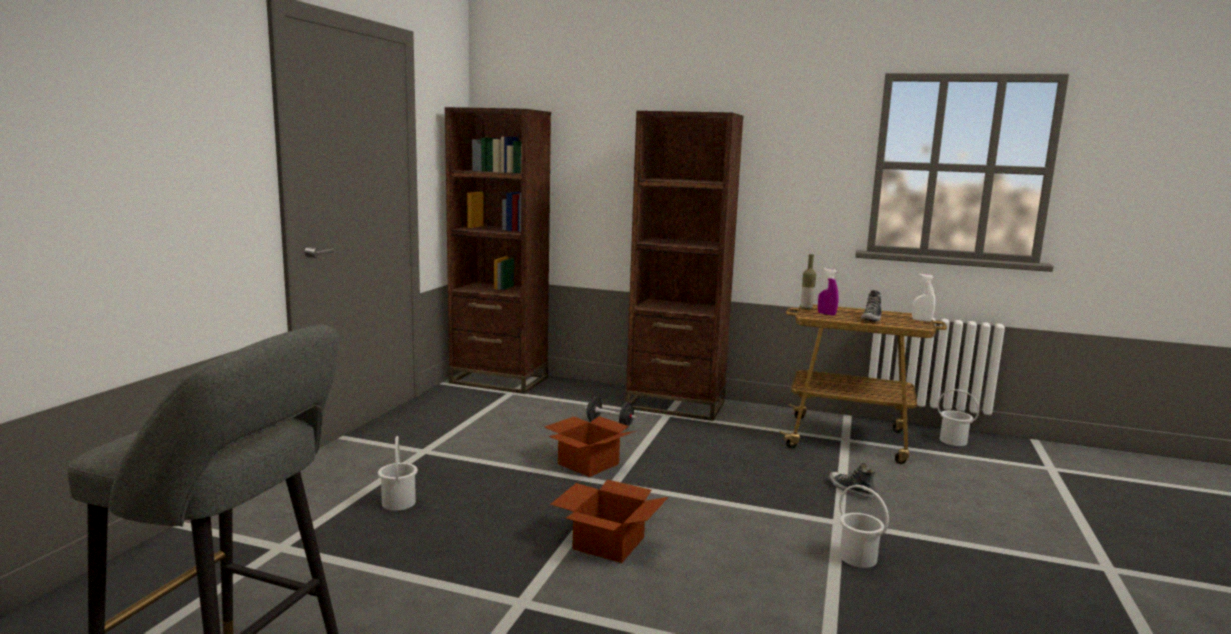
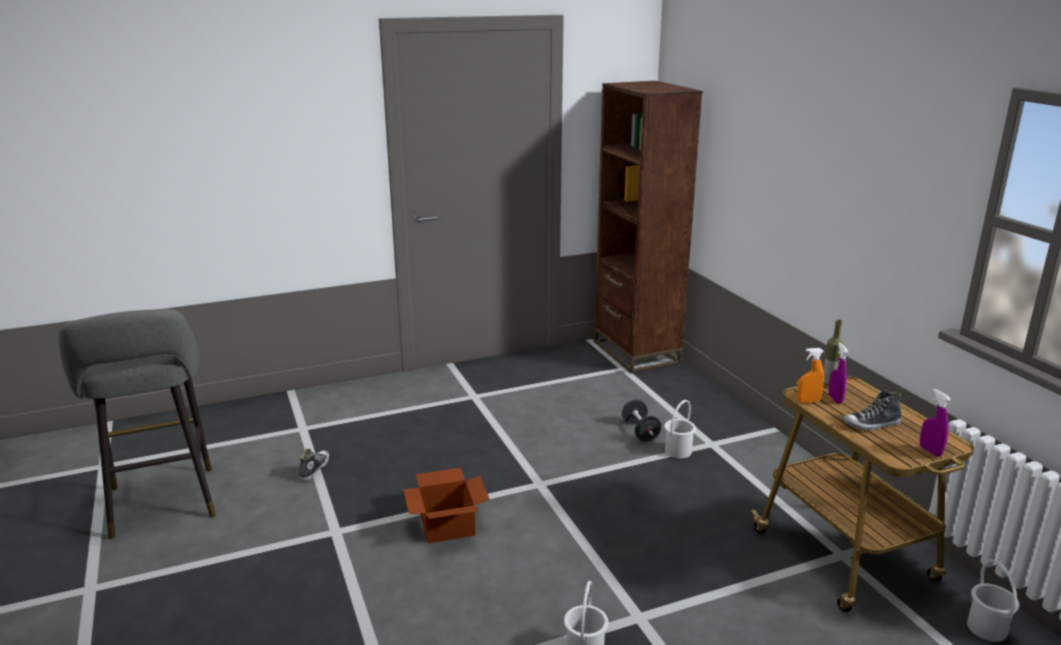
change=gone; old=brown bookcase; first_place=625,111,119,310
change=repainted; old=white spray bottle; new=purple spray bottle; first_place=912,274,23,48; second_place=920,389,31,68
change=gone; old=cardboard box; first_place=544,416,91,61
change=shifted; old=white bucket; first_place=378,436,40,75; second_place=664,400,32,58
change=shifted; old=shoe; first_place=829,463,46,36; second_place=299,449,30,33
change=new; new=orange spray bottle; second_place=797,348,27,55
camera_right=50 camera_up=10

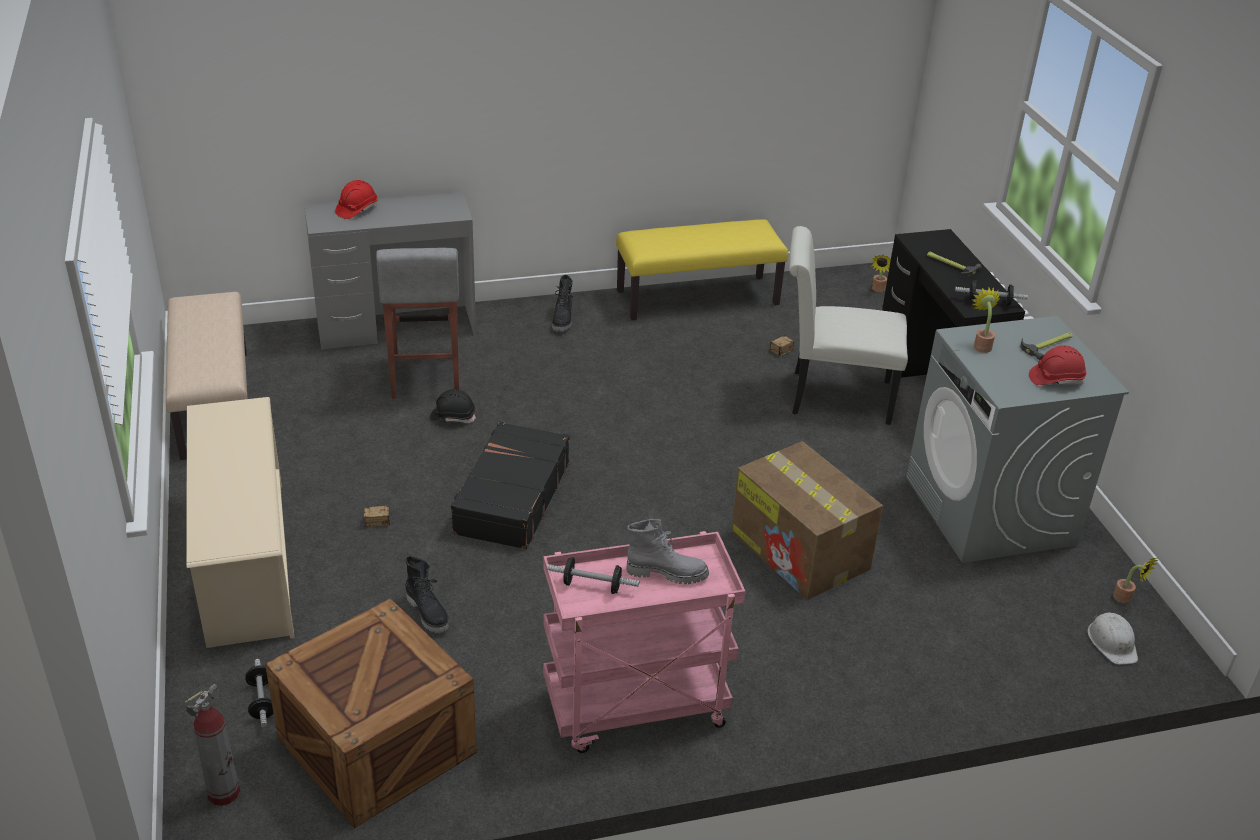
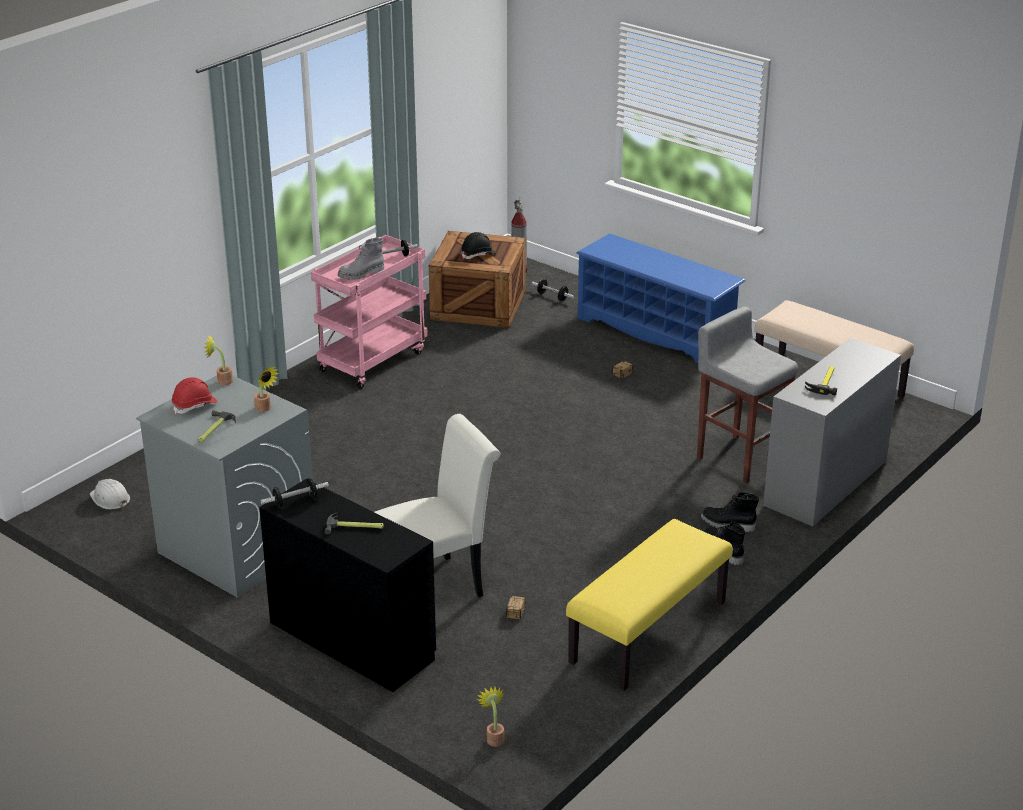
change=gone; old=red hard hat; first_place=335,180,43,39
change=shifted; old=black hard hat; first_place=430,389,46,34; second_place=461,232,35,27
change=repainted; old=beige shoe rack; new=blue shoe rack; first_place=186,397,108,251; second_place=576,234,169,129
change=gone; old=black suitcase; first_place=450,422,120,128
change=gone; old=cardboard box; first_place=731,441,152,159
change=shifted; old=black boot; first_place=405,556,44,77; second_place=701,492,58,40
change=shifted; old=potted plant; first_place=1113,558,45,45; second_place=204,335,29,50
change=new; new=hammer; second_place=805,366,32,30
camera_right=145 camera_up=-5

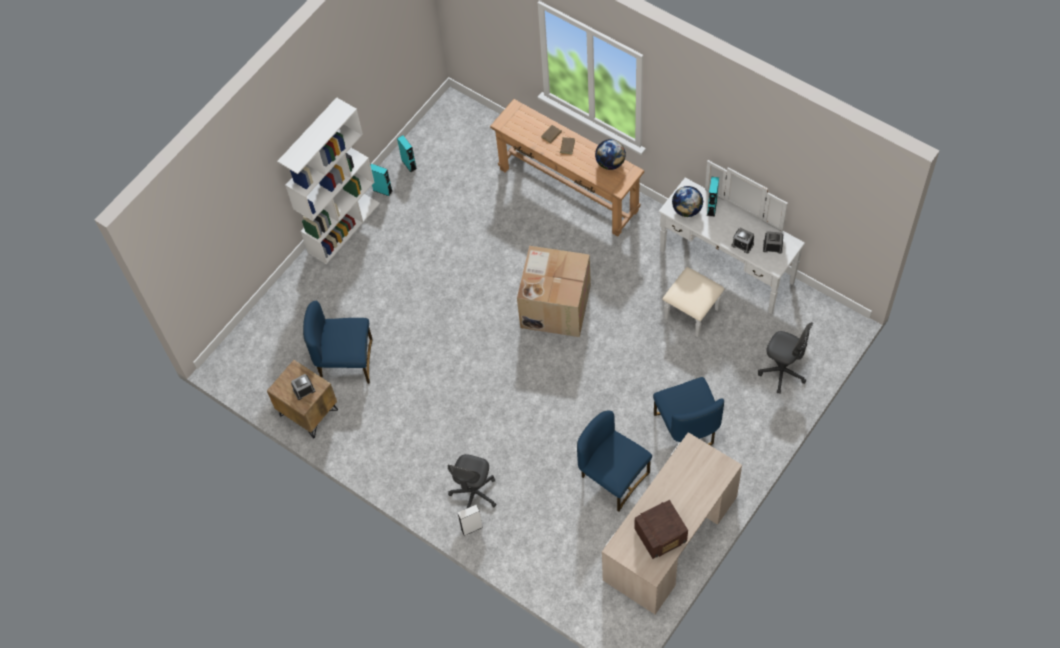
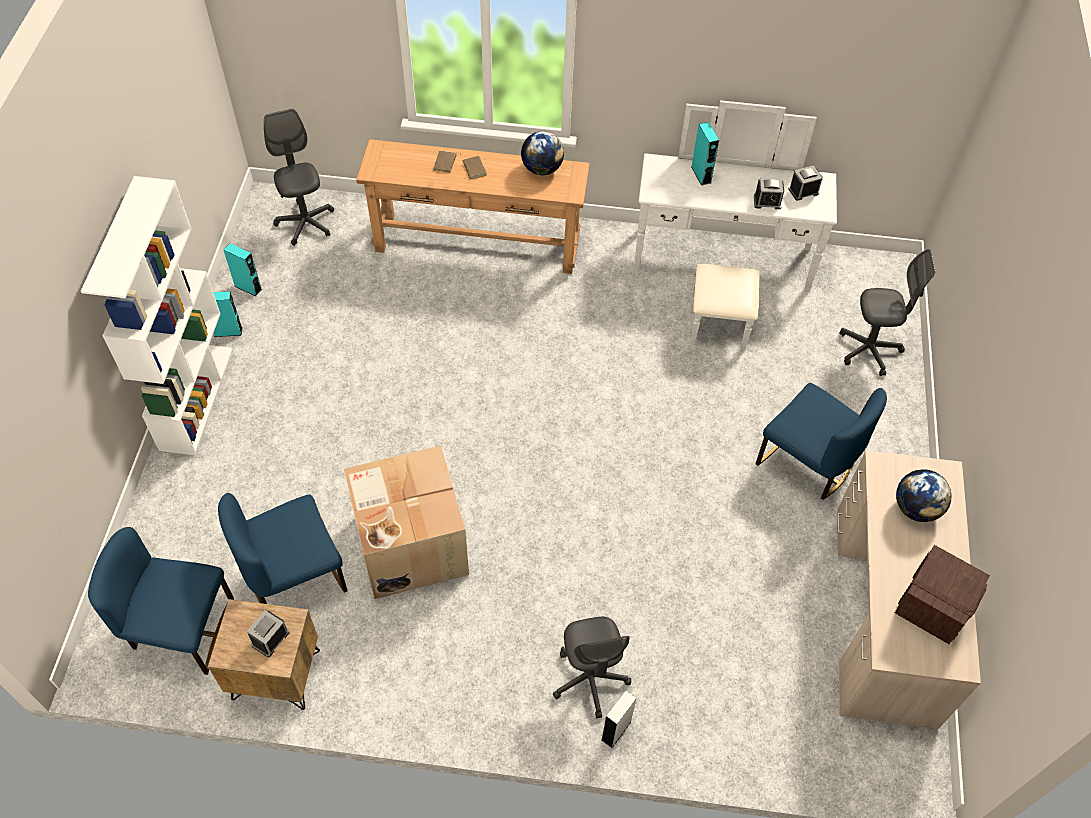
change=shifted; old=globe; first_place=672,186,31,31; second_place=896,469,55,53
change=shifted; old=cardboard box; first_place=517,246,74,91; second_place=344,446,125,153
change=shifted; old=blue chair; first_place=577,411,75,101; second_place=88,527,146,148
change=new; new=grey office chair; second_place=264,109,70,137
camera_right=-35 camera_up=-5

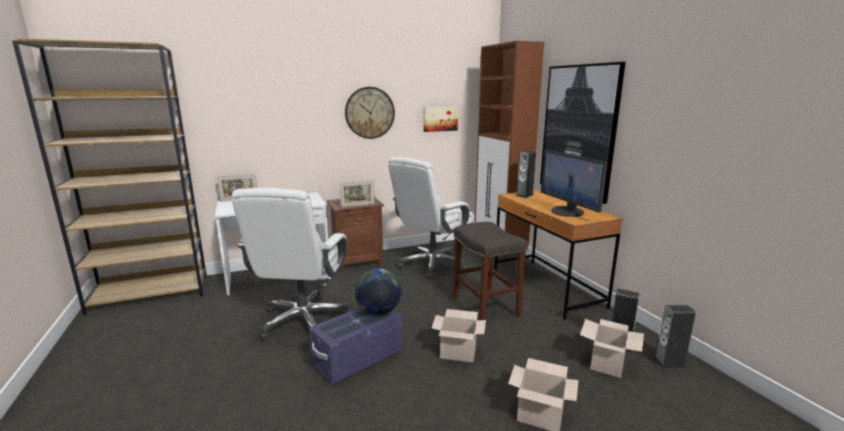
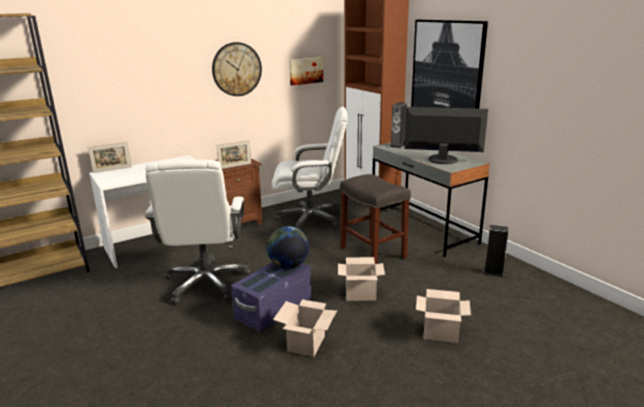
change=rotated; old=monitor; first_place=541,150,67,67; second_place=405,107,83,57; degrees=135
change=rotated; old=white office chair; first_place=388,157,86,122; second_place=272,106,75,124; degrees=-120
change=repainted; old=brown desk; new=grey desk; first_place=494,190,128,130; second_place=372,143,118,114
change=gone; old=speaker; first_place=653,305,43,64
change=shifted; old=cardboard box; first_place=580,319,64,59; second_place=273,299,64,58
camera_right=-10 camera_up=5

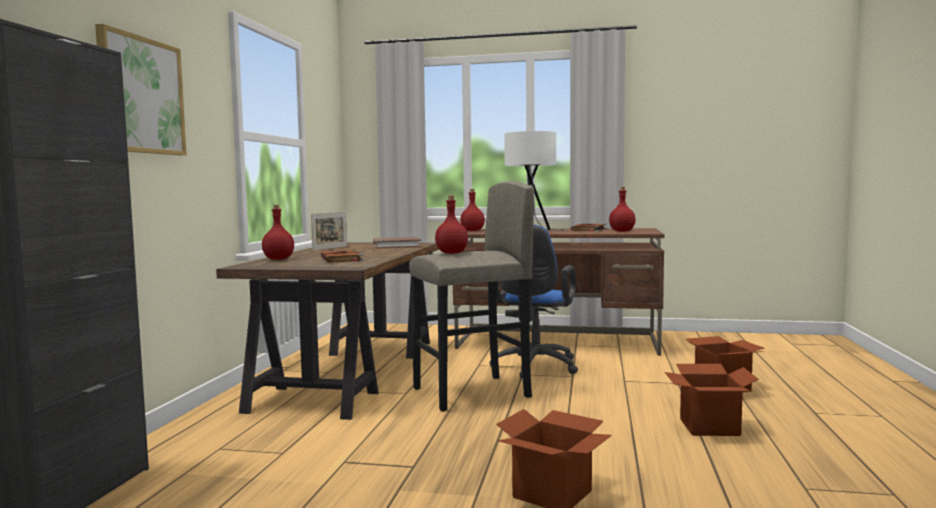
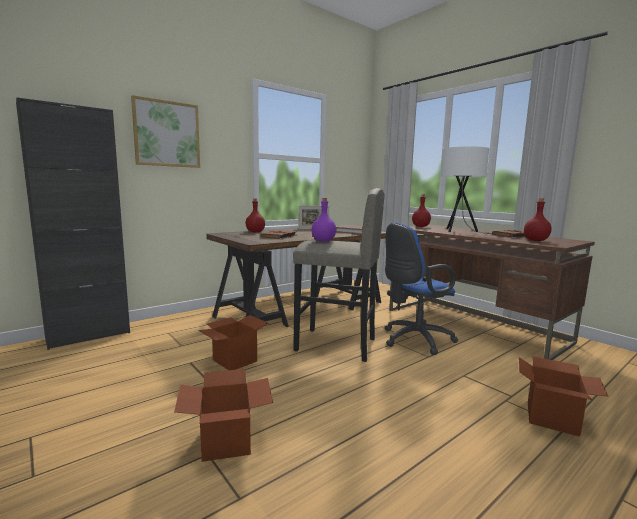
change=repainted; old=red bottle; new=purple bottle; first_place=435,195,33,59; second_place=312,198,24,44
change=shifted; old=cardboard box; first_place=665,364,94,72; second_place=198,315,70,55
camera_right=40 camera_up=5

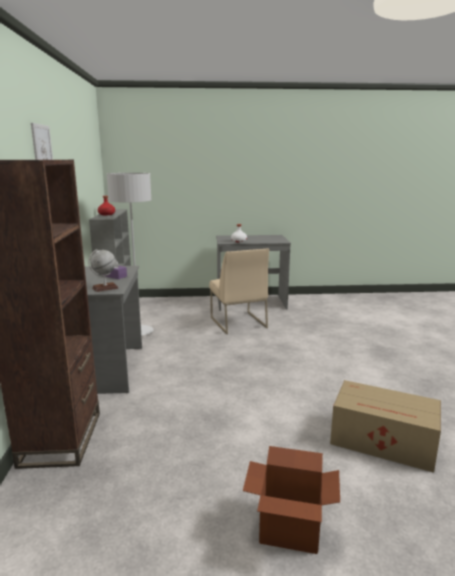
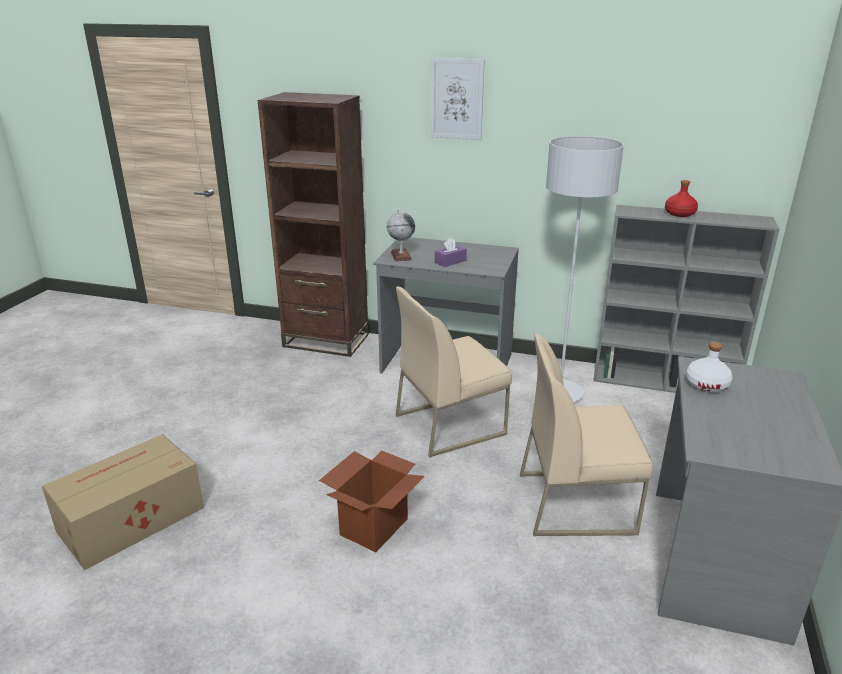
change=shifted; old=cardboard box; first_place=243,446,97,108; second_place=319,450,106,102
change=new; new=beige chair; second_place=396,287,116,170
camera_right=110 camera_up=10

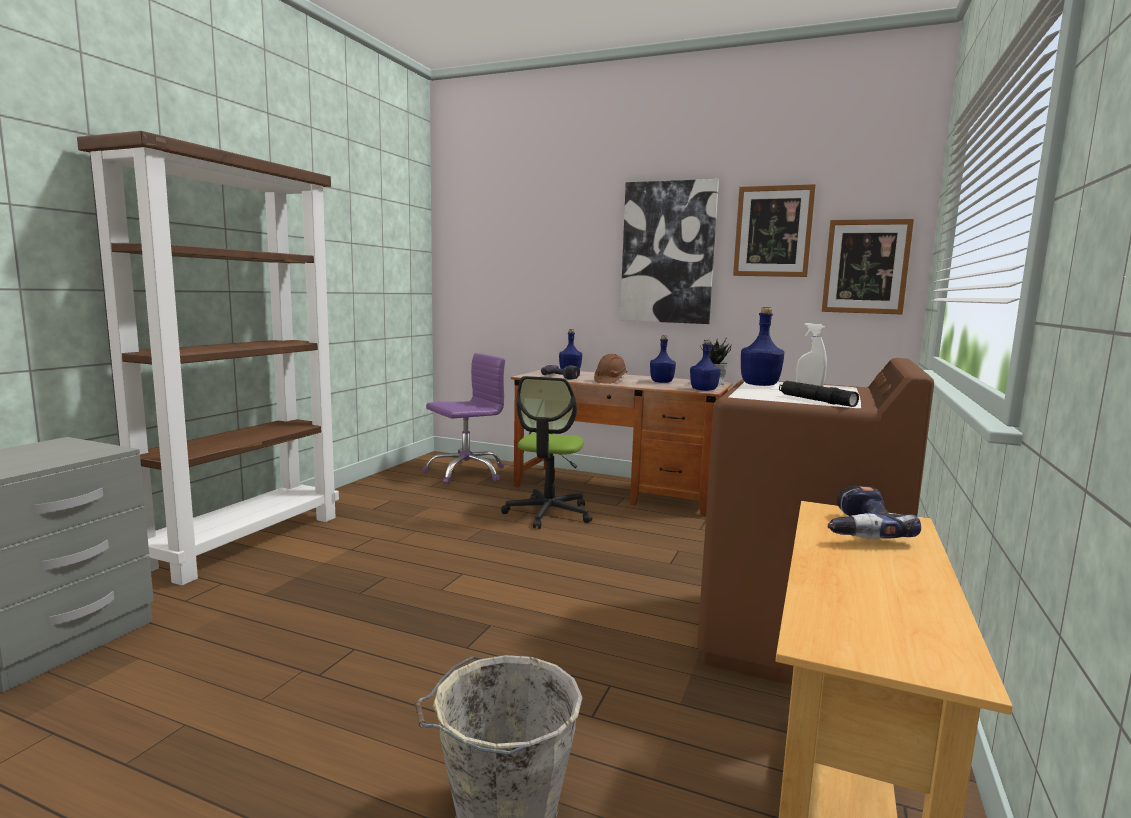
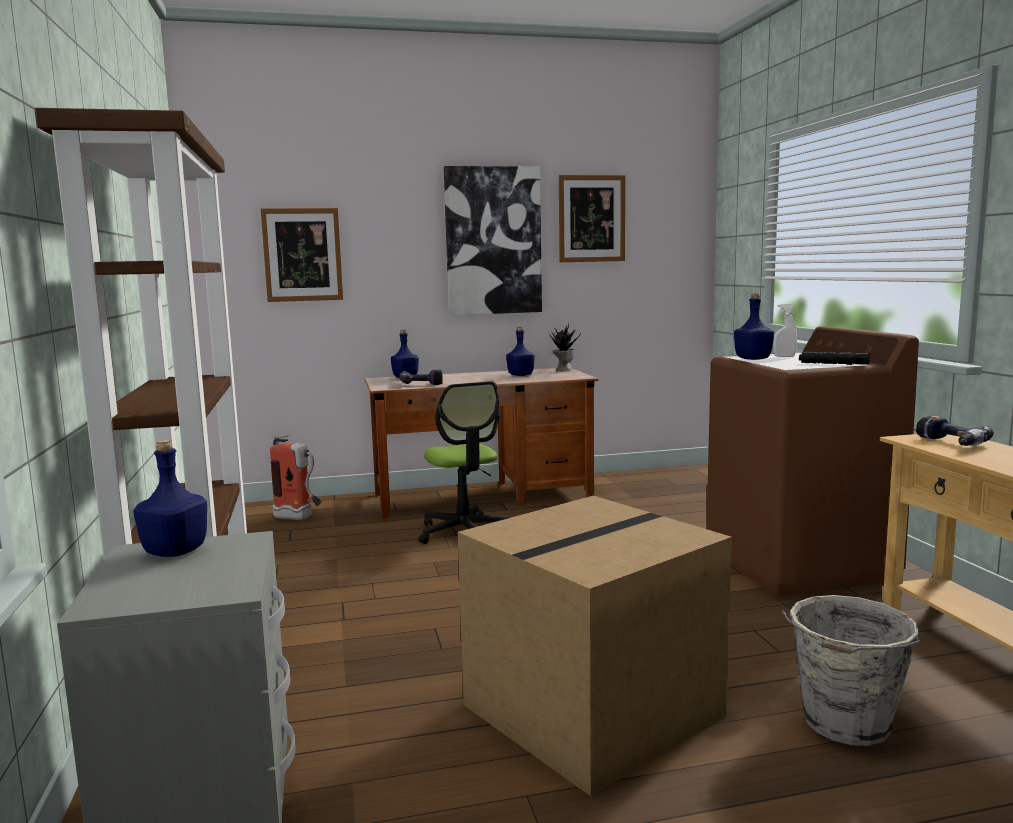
change=shifted; old=picture; first_place=822,219,92,96; second_place=261,208,82,94
change=shifted; old=blue bottle; first_place=690,340,31,51; second_place=133,440,74,117
change=swapped; old=purple office chair; new=fire extinguisher; first_place=422,353,83,131; second_place=270,435,52,85
change=gone; old=brown hard hat; first_place=594,354,33,30
change=new; new=cardboard box; second_place=458,496,274,300
camera_right=-35 camera_up=0

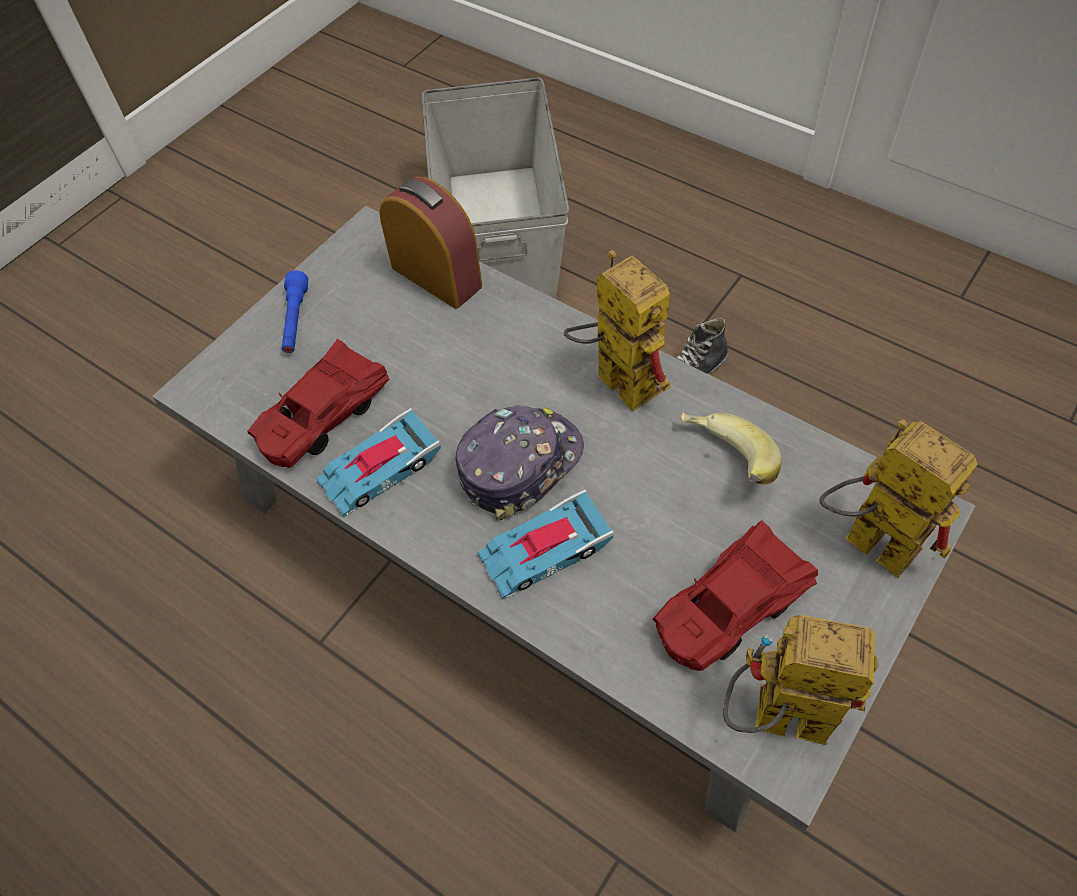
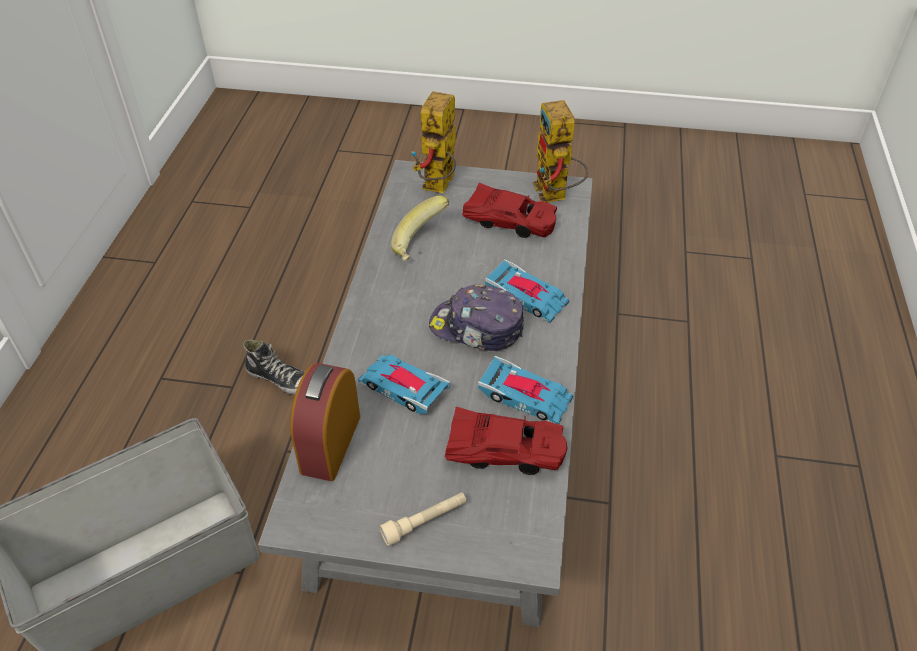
change=gone; old=toy robot; first_place=564,250,107,161
change=repainted; old=blue flashlight; new=beige flashlight; first_place=282,270,26,83; second_place=379,492,88,54
change=new; new=toy car; second_place=358,355,92,59
camera_right=-120 camera_up=-10

